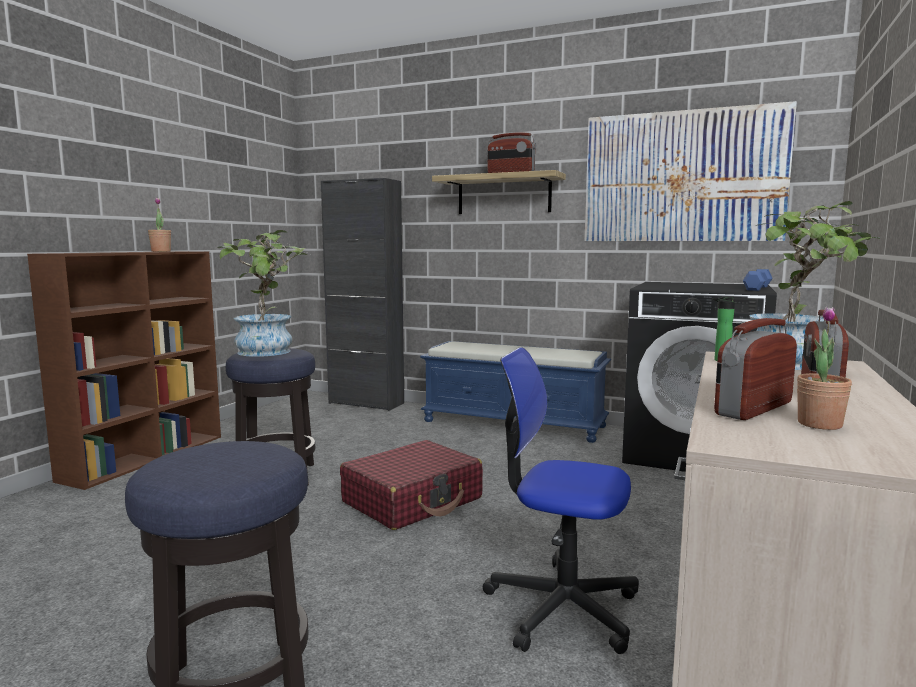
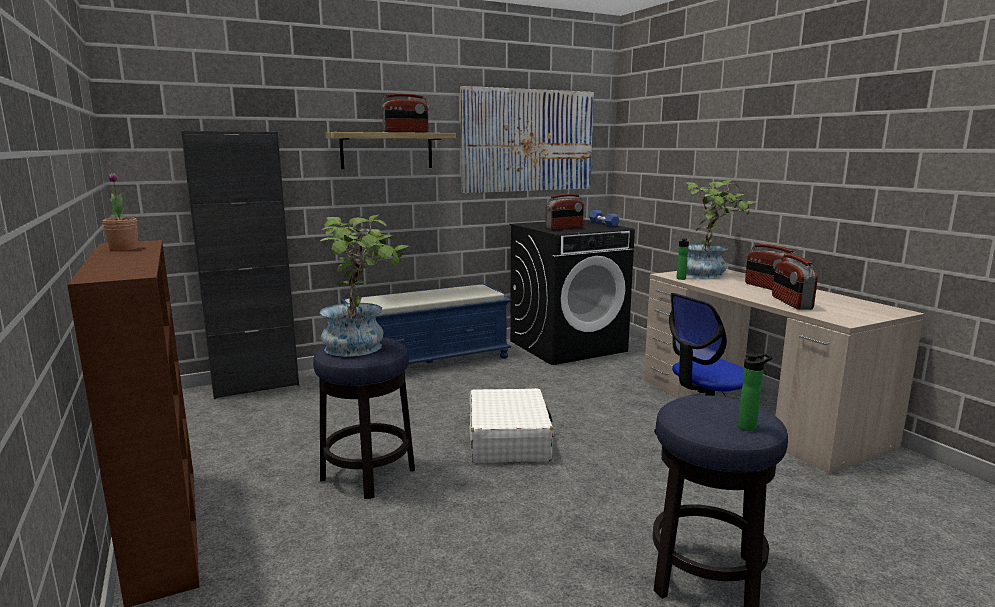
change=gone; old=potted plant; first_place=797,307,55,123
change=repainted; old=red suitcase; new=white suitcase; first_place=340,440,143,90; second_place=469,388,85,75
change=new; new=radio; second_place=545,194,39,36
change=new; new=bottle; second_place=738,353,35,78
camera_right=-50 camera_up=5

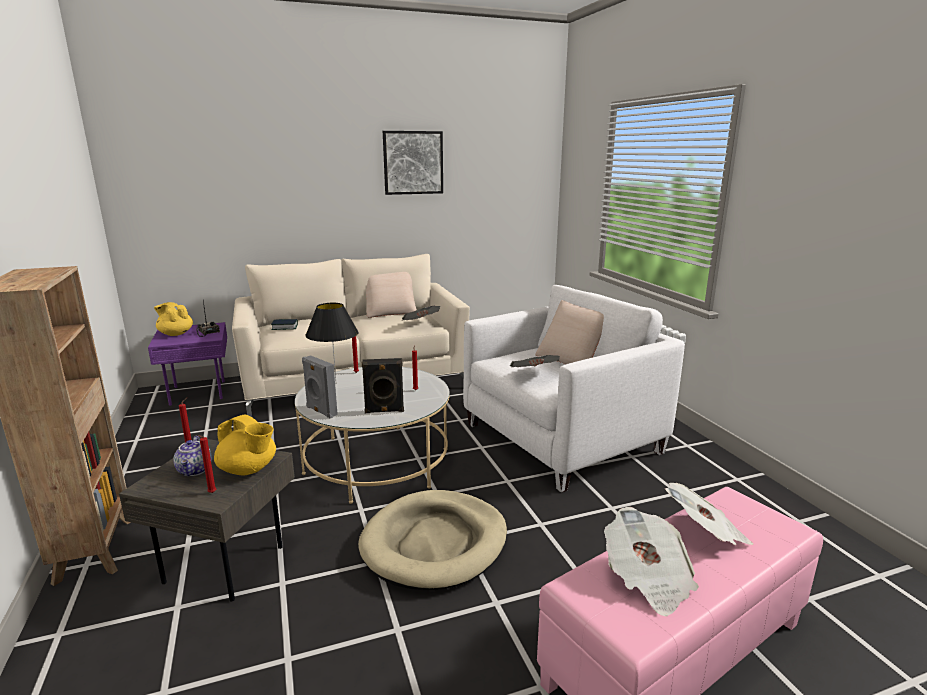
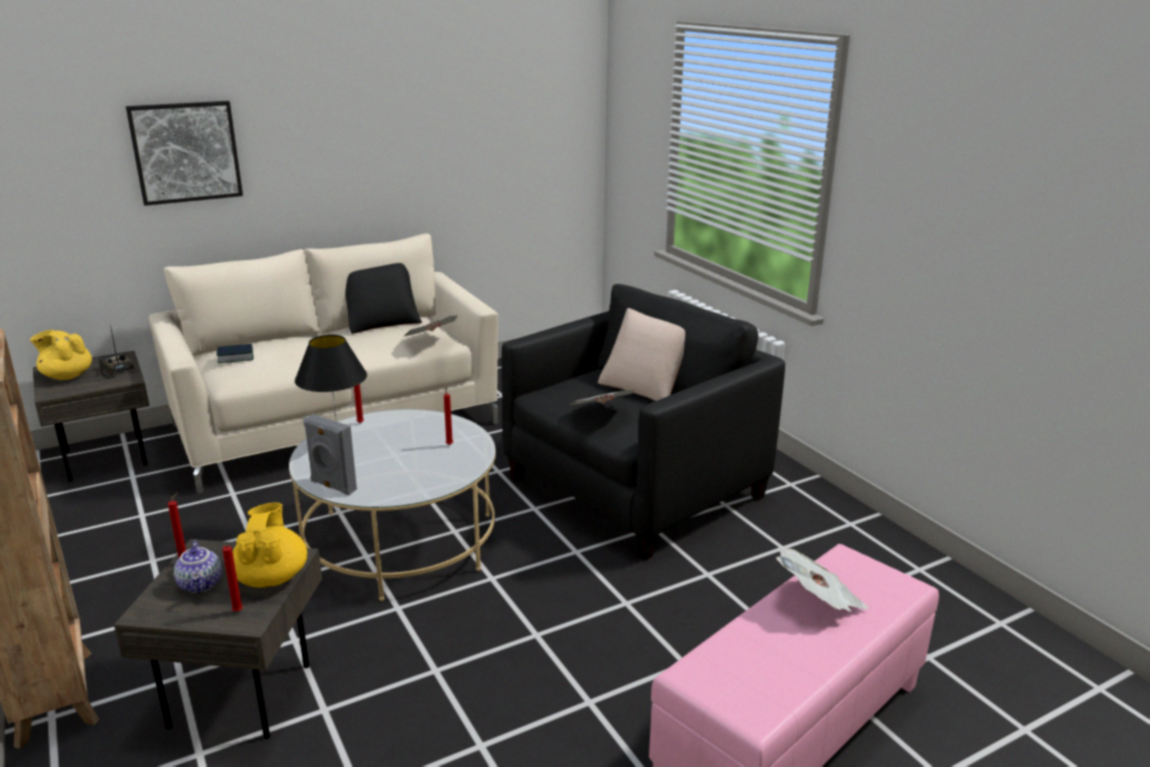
change=shifted; old=picture; first_place=383,131,60,64; second_place=126,101,117,105
change=repainted; old=beige pillow; new=black pillow; first_place=366,272,51,46; second_place=345,263,77,71
change=repainted; old=white armchair; new=black armchair; first_place=463,285,222,208; second_place=502,284,283,277
change=repainted; old=purple side table; new=grey side table; first_place=148,322,79,84; second_place=33,351,116,131
change=gone; old=black speaker; first_place=362,358,42,55
change=rotated; old=yellow teapot; first_place=214,415,62,61; second_place=232,502,75,86; degrees=-120
change=gone; old=beige dog bed; first_place=358,490,149,100
change=gone; old=newspaper; first_place=604,507,95,110
camera_right=-10 camera_up=5

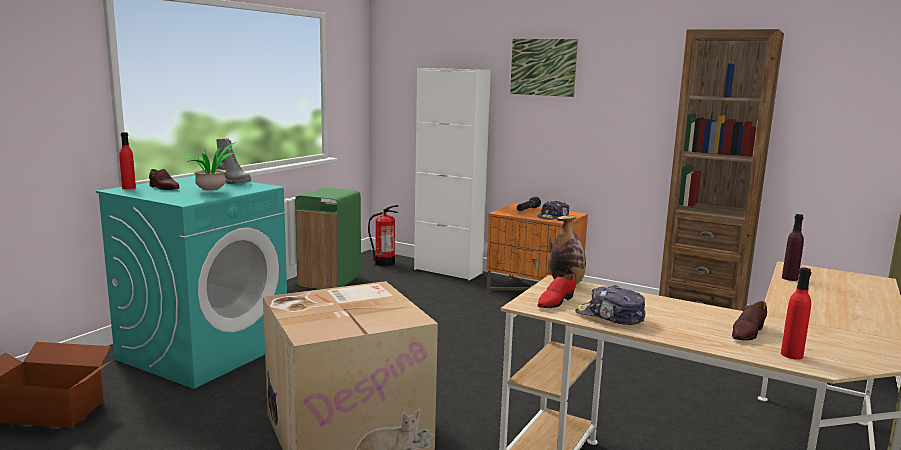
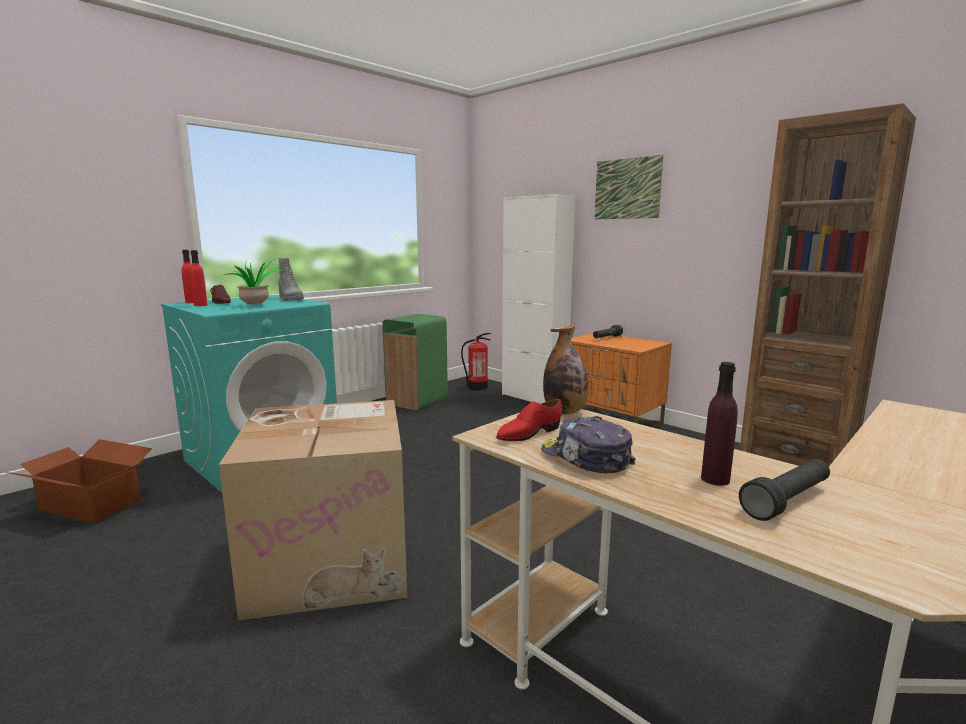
change=gone; old=cap; first_place=537,201,32,19
change=shifted; old=purple bottle; first_place=782,214,22,67; second_place=701,362,37,124
change=shifted; old=red bottle; first_place=781,267,31,93; second_place=190,250,17,56
change=swapped; old=brown shoe; new=black flashlight; first_place=732,301,35,40; second_place=739,459,91,62
camera_right=15 camera_up=0

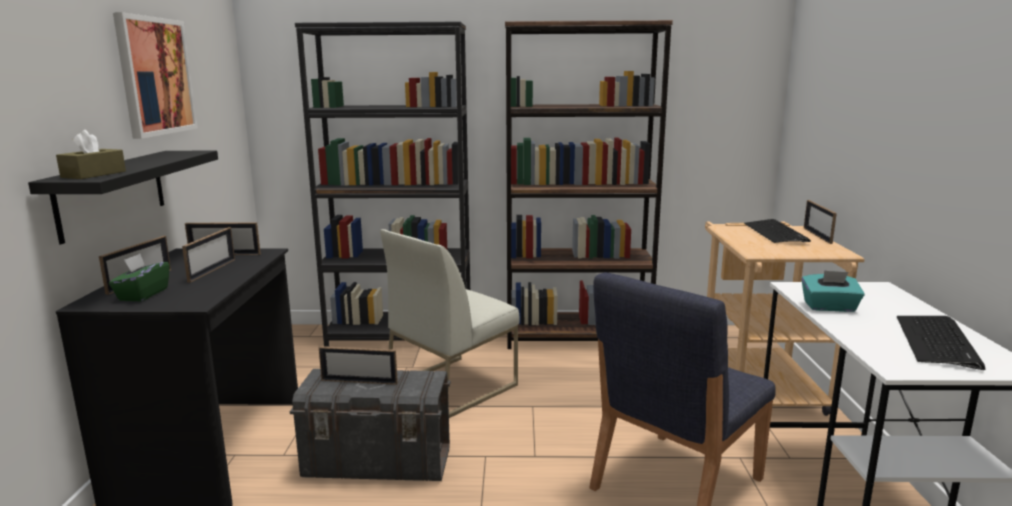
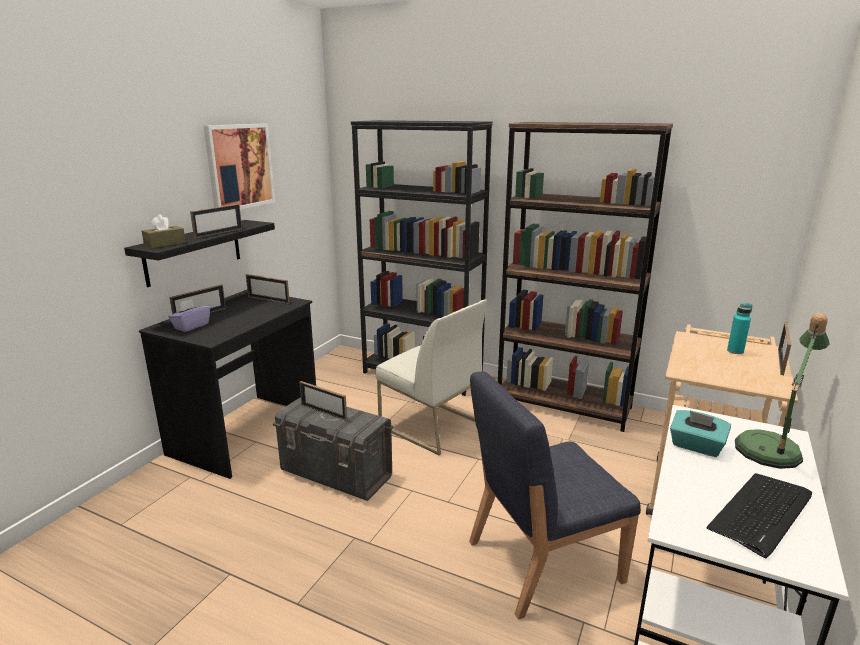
change=swapped; old=keyboard; new=turquoise bottle; first_place=744,219,67,24; second_place=727,303,25,51
change=shifted; old=picture frame; first_place=182,227,53,56; second_place=190,204,52,34
change=rotated; old=white chair; first_place=380,229,139,189; second_place=376,300,111,156; degrees=-120
change=repainted; old=green tissue box; new=purple tissue box; first_place=109,253,60,48; second_place=168,299,42,33
change=new; new=table lamp; second_place=735,313,95,156
camera_right=25 camera_up=5

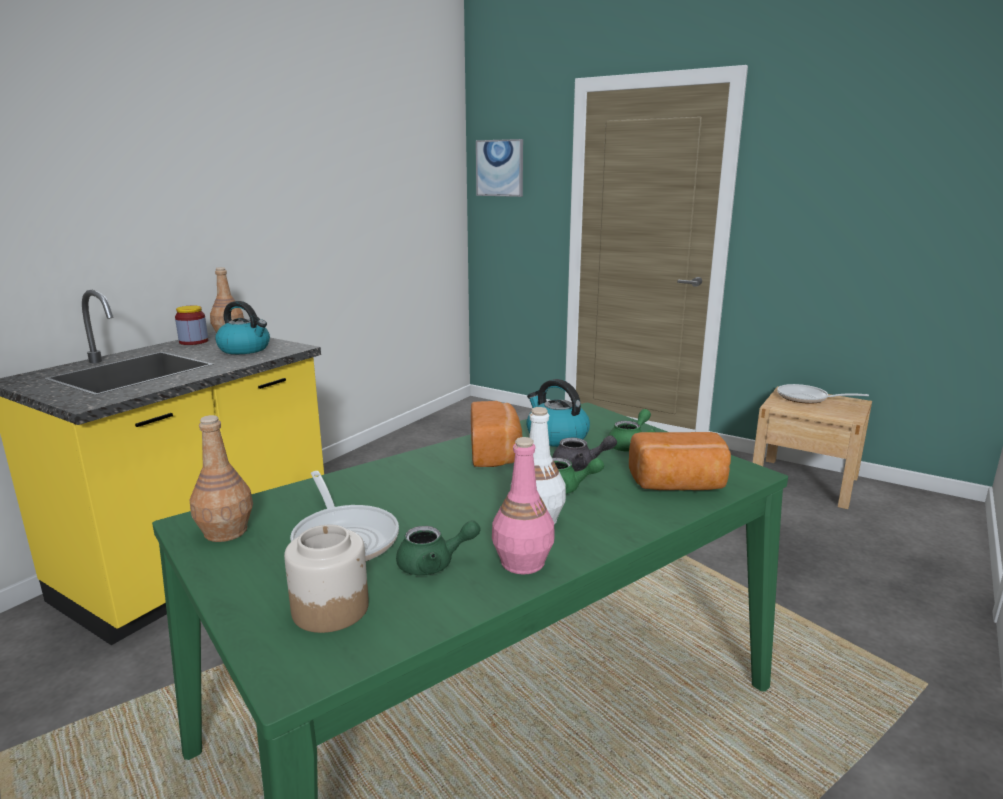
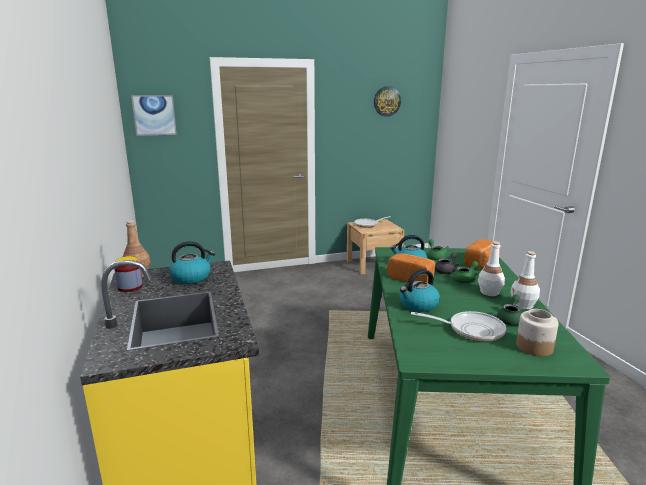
change=gone; old=brown bottle; first_place=189,415,64,127
change=repainted; old=pink bottle; new=white bottle; first_place=492,437,63,138; second_place=510,251,30,58
change=new; new=wall clock; second_place=374,86,27,30
change=new; new=kettle; second_place=399,269,41,43
camera_right=-50 camera_up=0

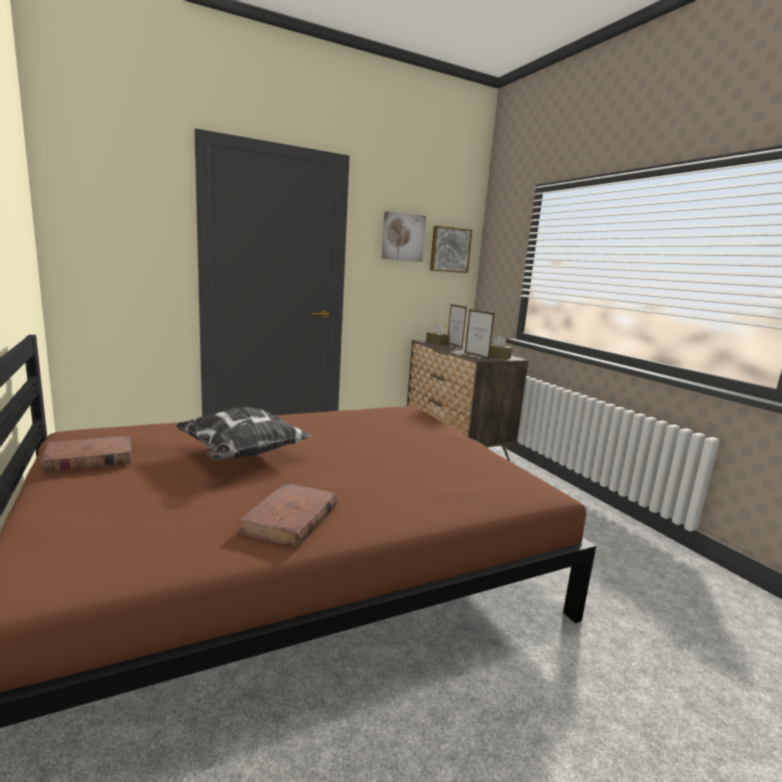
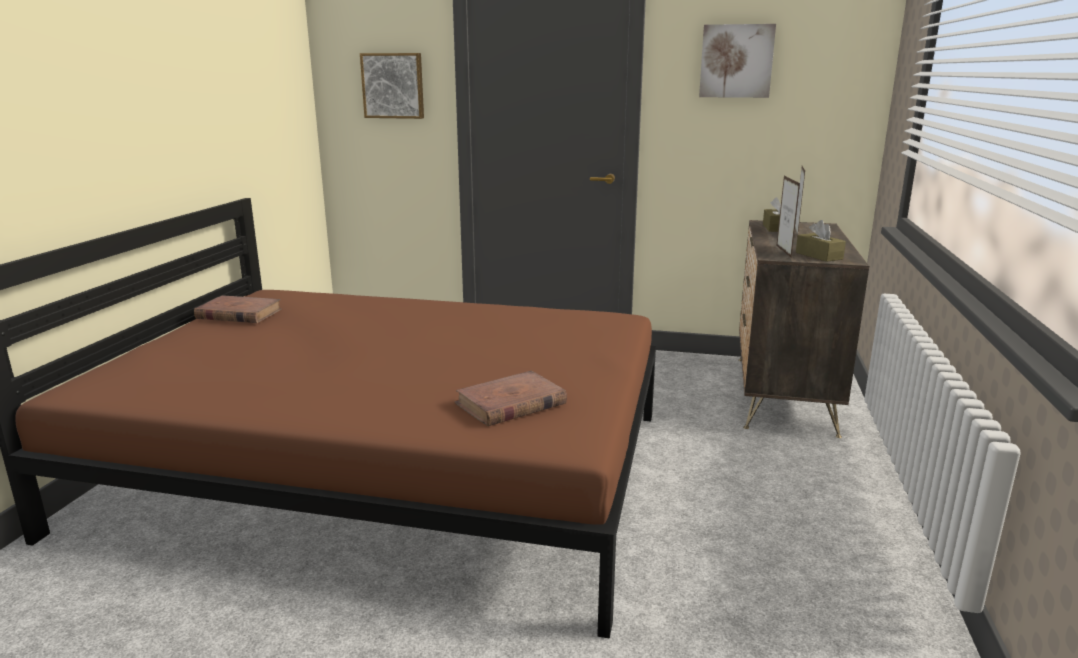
change=shifted; old=picture; first_place=430,226,42,47; second_place=360,53,64,66
change=gone; old=pillow; first_place=176,407,135,52
change=shifted; old=brown book; first_place=237,483,101,64; second_place=454,371,113,55
camera_right=40 camera_up=5

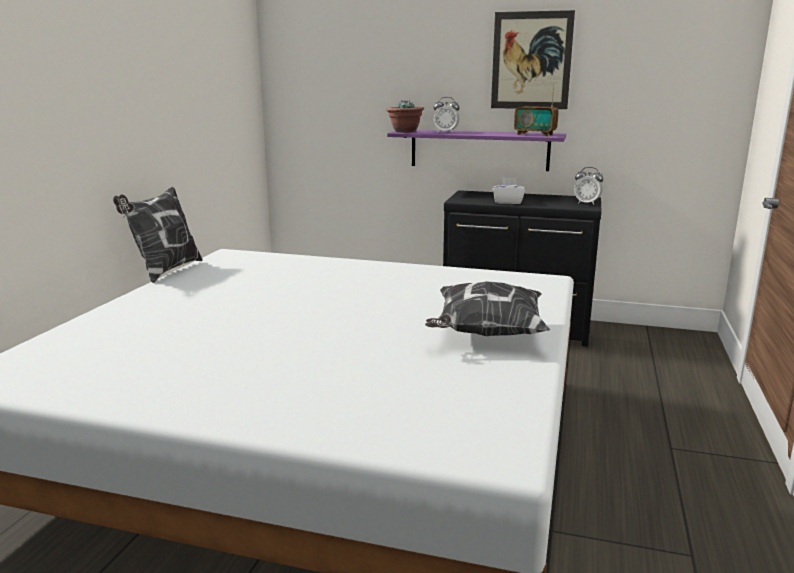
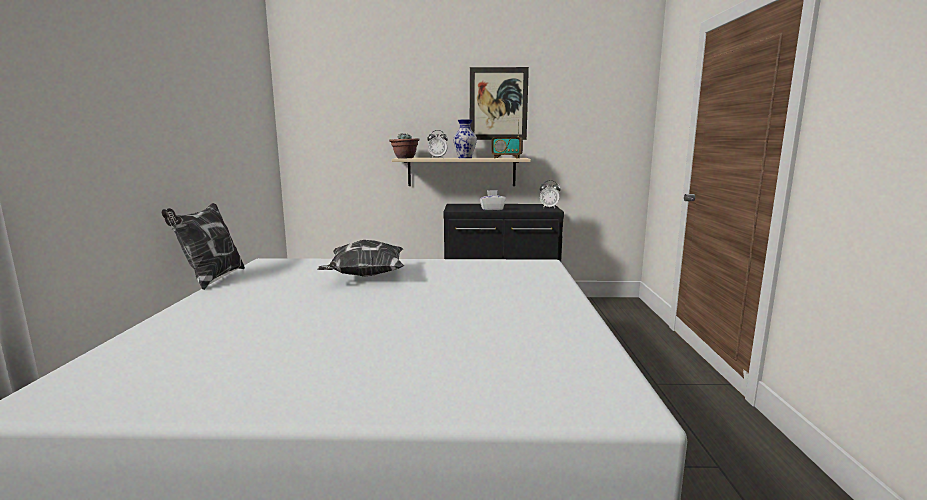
change=repainted; old=purple shelf; new=beige shelf; first_place=387,130,179,41; second_place=392,158,139,28
change=shifted; old=pillow; first_place=425,281,125,55; second_place=318,240,86,37
change=new; new=vase; second_place=453,120,24,38
camera_right=-15 camera_up=-5

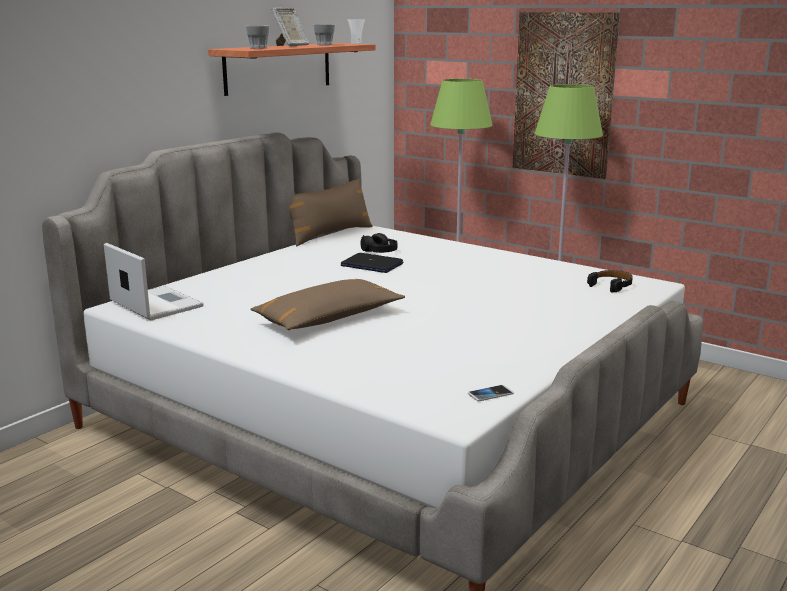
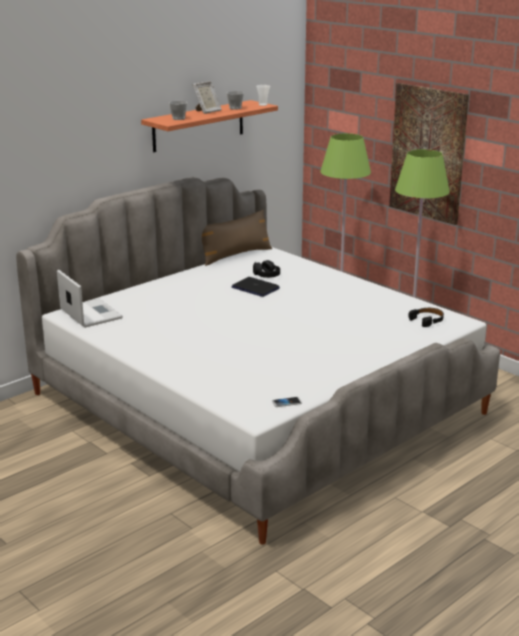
change=gone; old=brown pillow; first_place=250,279,155,51
camera_right=10 camera_up=5

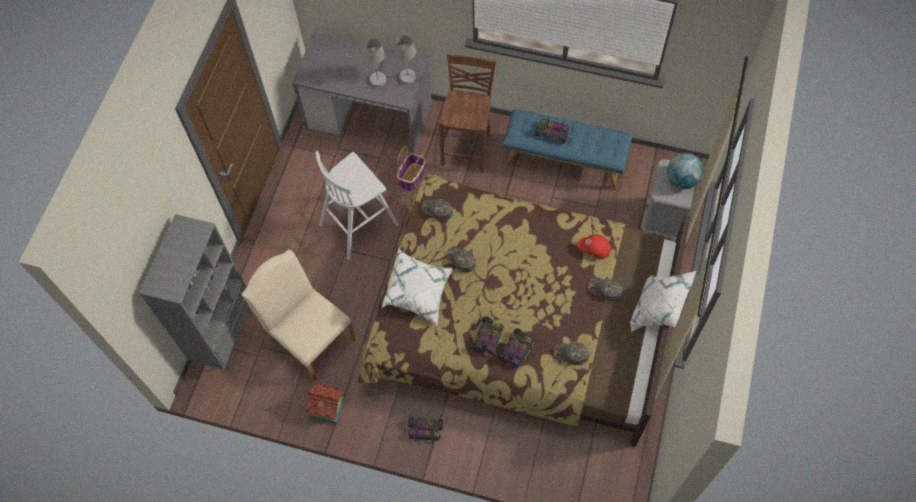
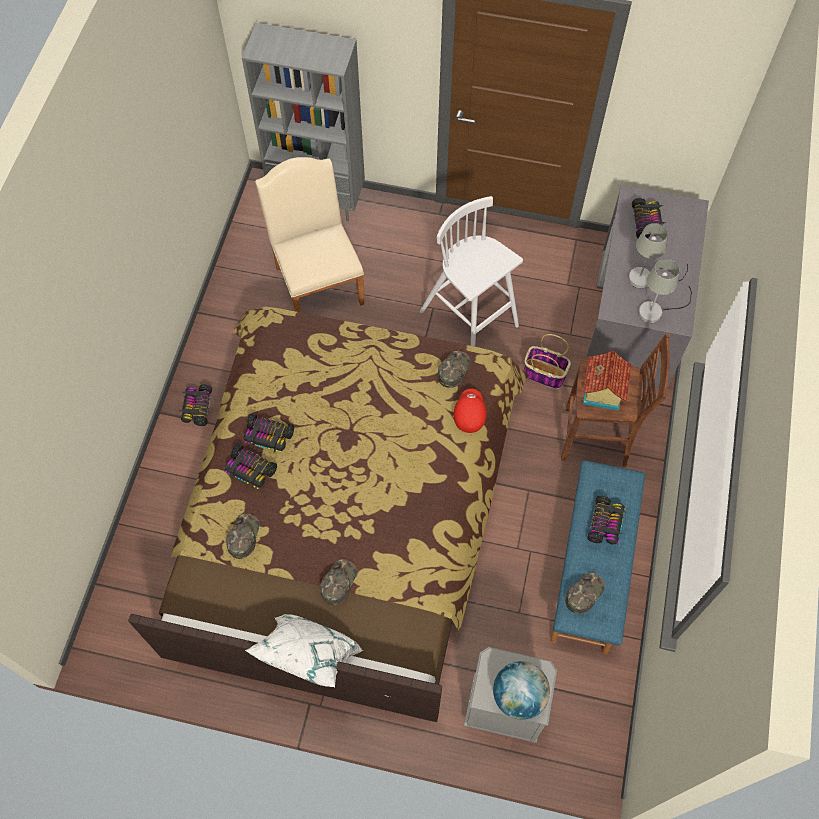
change=shifted; old=red cap; first_place=578,234,33,25; second_place=454,389,33,44
change=shifted; old=green cap; first_place=446,246,30,27; second_place=565,573,40,41
change=rotated; old=beige chair; first_place=241,249,115,132; second_place=255,157,109,155; degrees=-60
change=gone; old=white pillow; first_place=382,249,71,76
change=shifted; old=toy house; first_place=306,383,39,40; second_place=583,350,49,61
change=new; new=toy car; second_place=632,198,34,40
camera_right=85 camera_up=0

